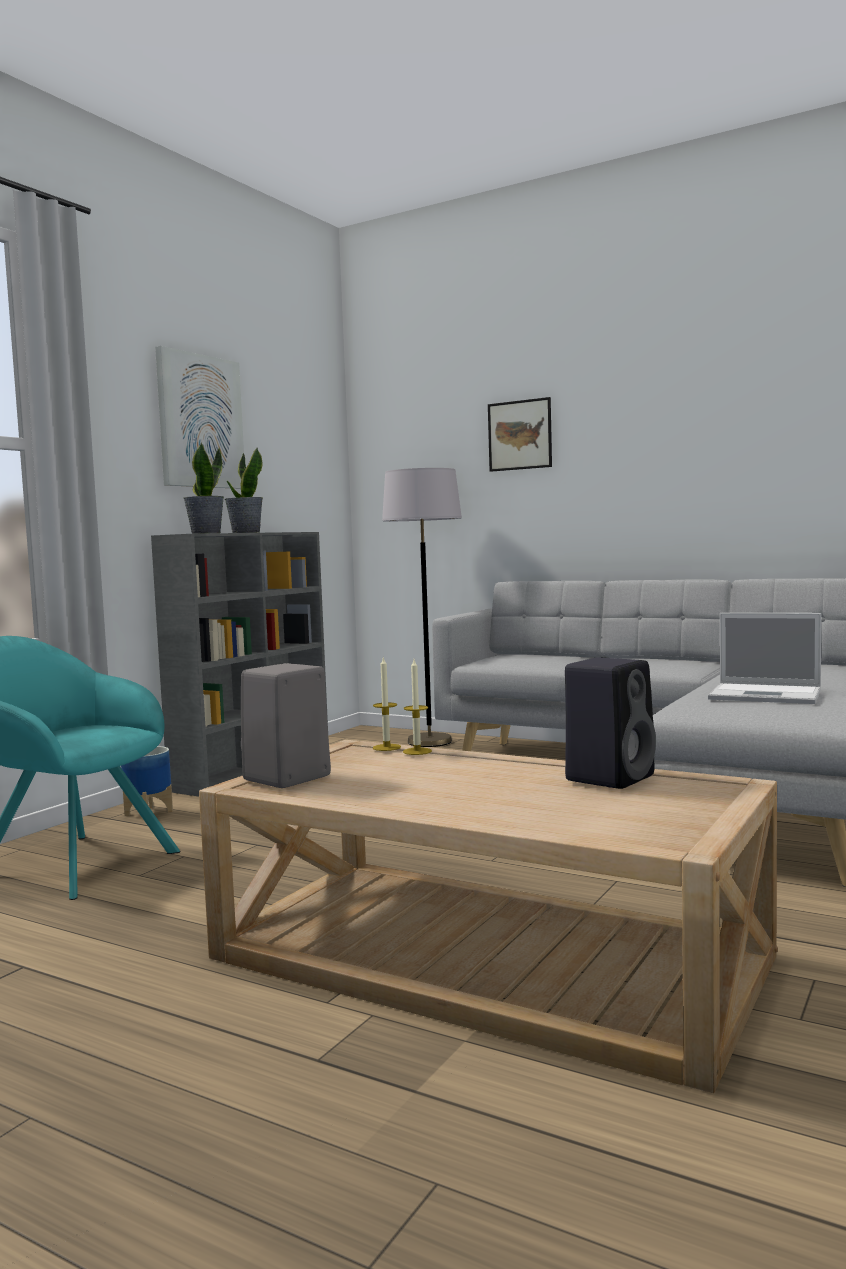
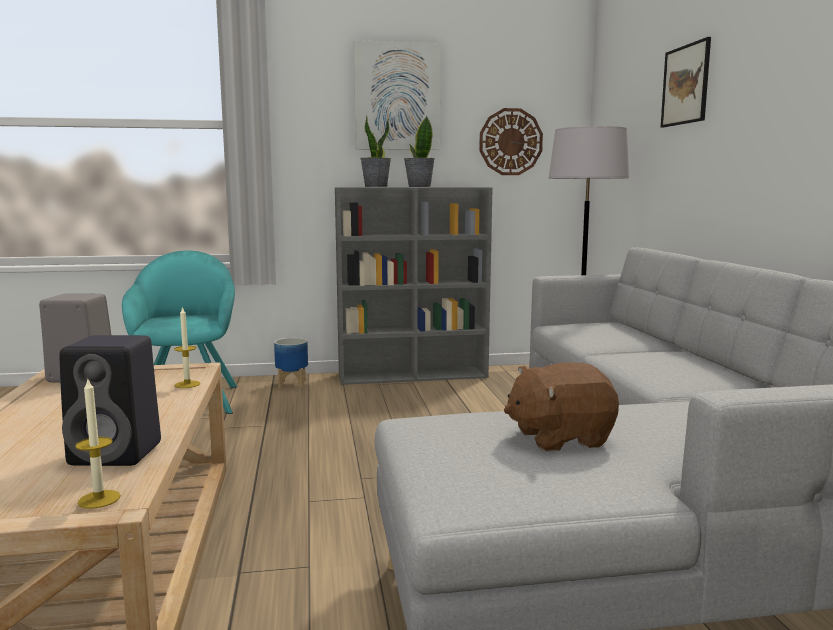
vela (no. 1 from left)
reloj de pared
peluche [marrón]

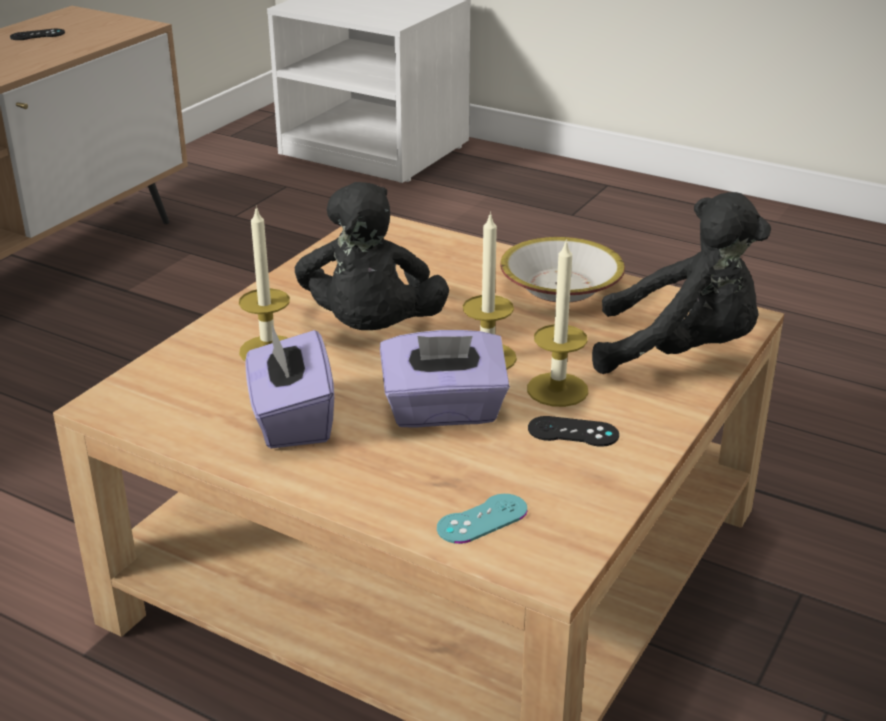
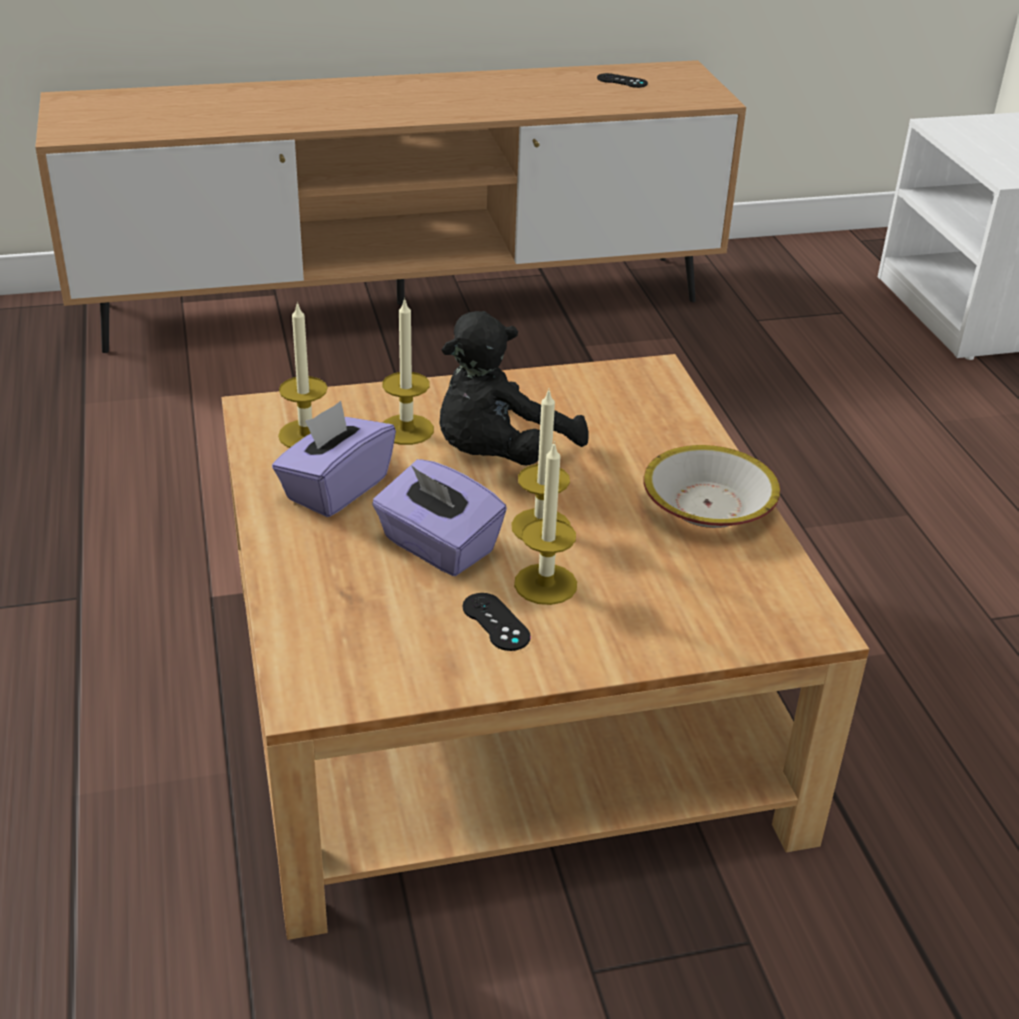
vela (no. 1 from left)
mando de consola [turquesa]
peluche [negro] (no. 2 from left in the first image)

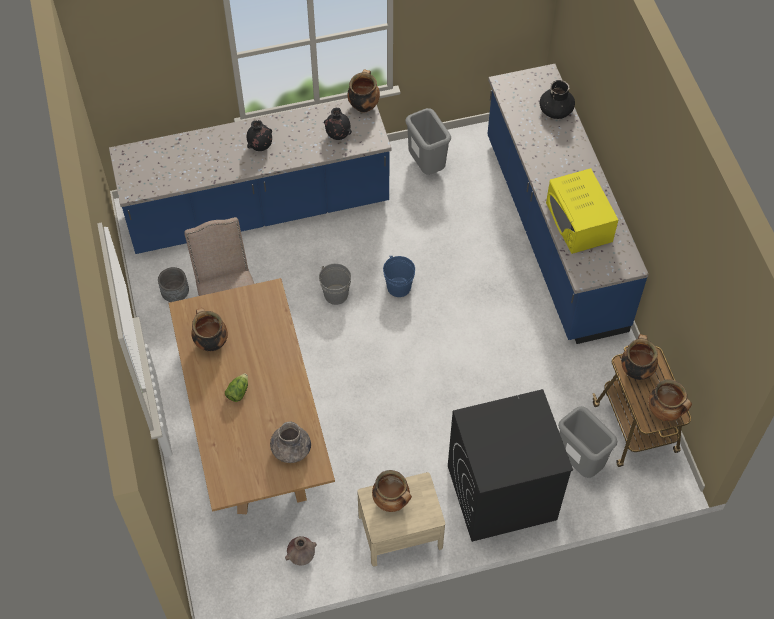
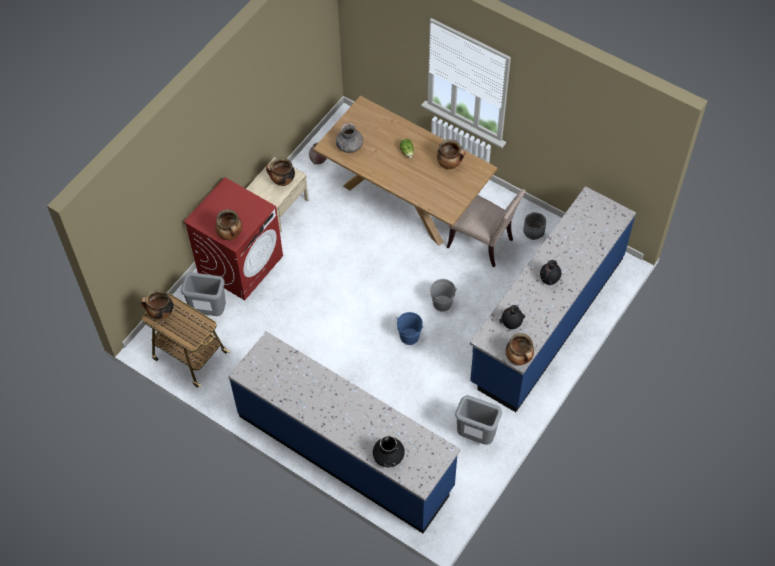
lavadora [rojo]
olla (no. 2 from left)
microondas [amarillo]

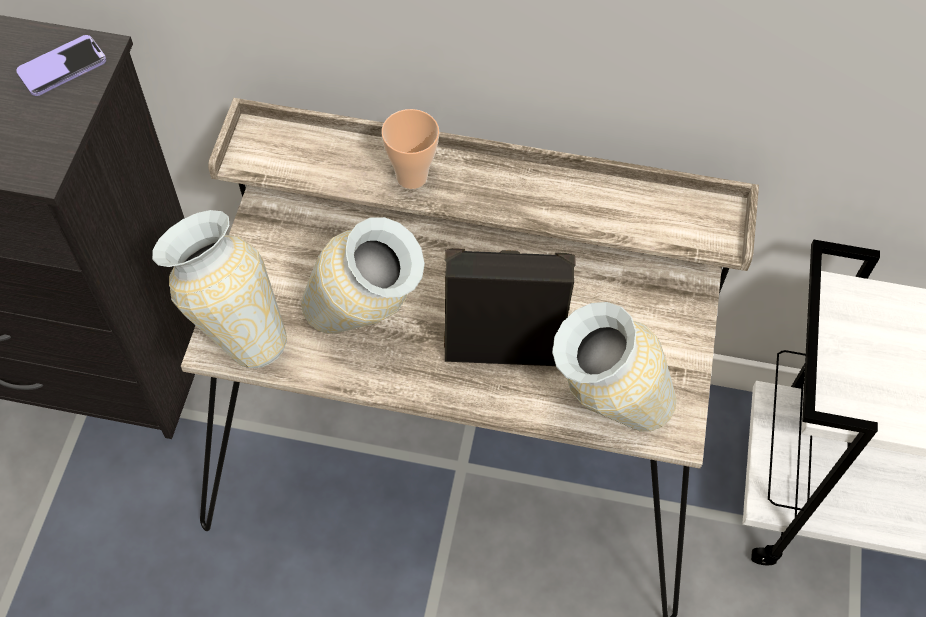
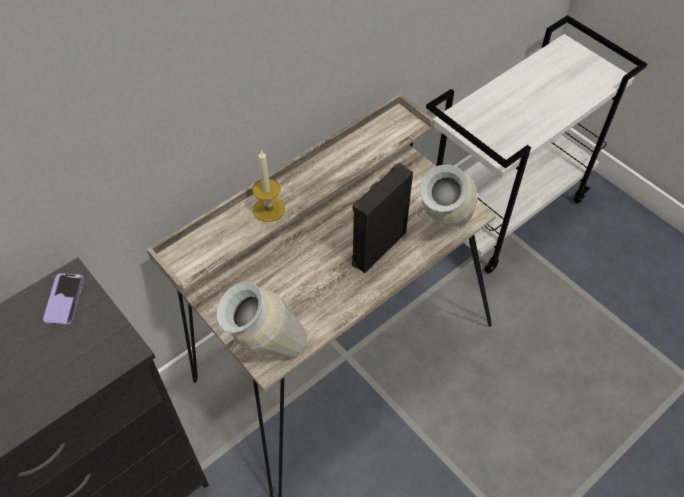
vela
florero (no. 2 from left in the first image)

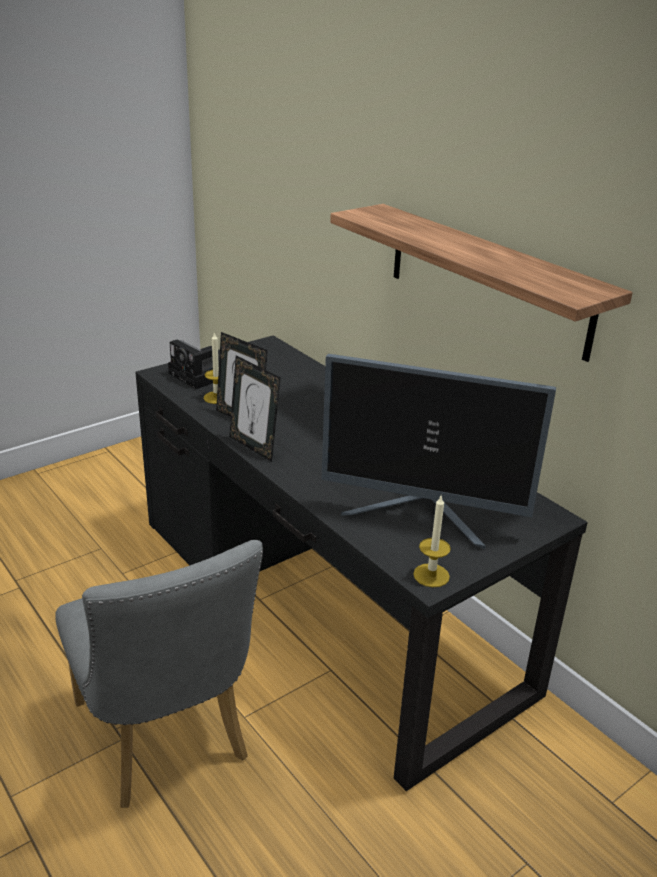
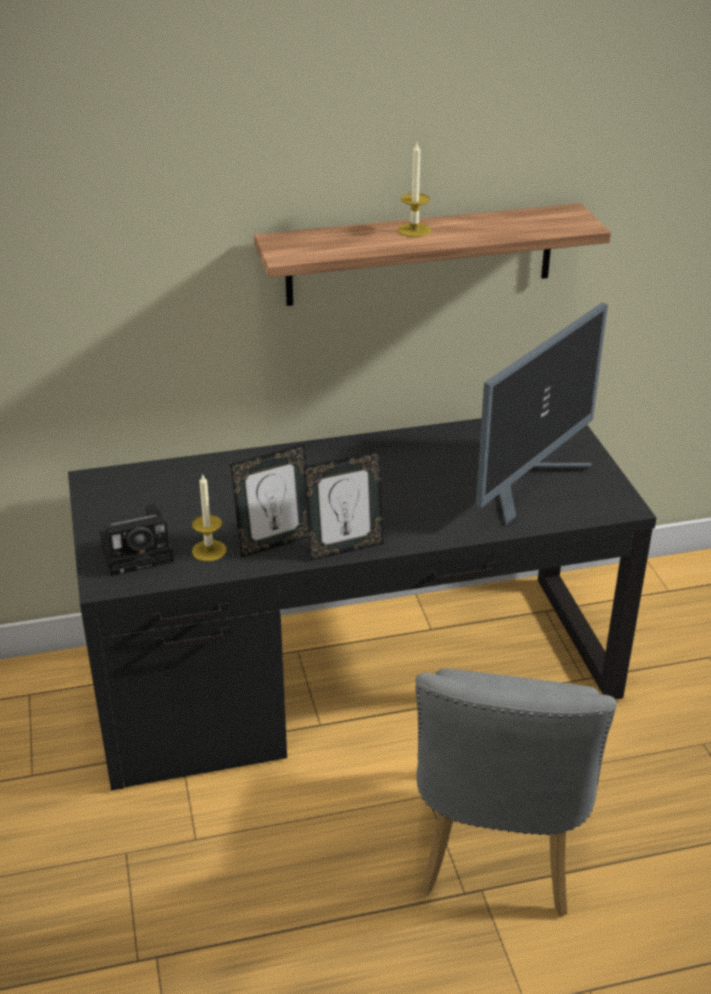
vela (no. 2 from left)
silla [gris]

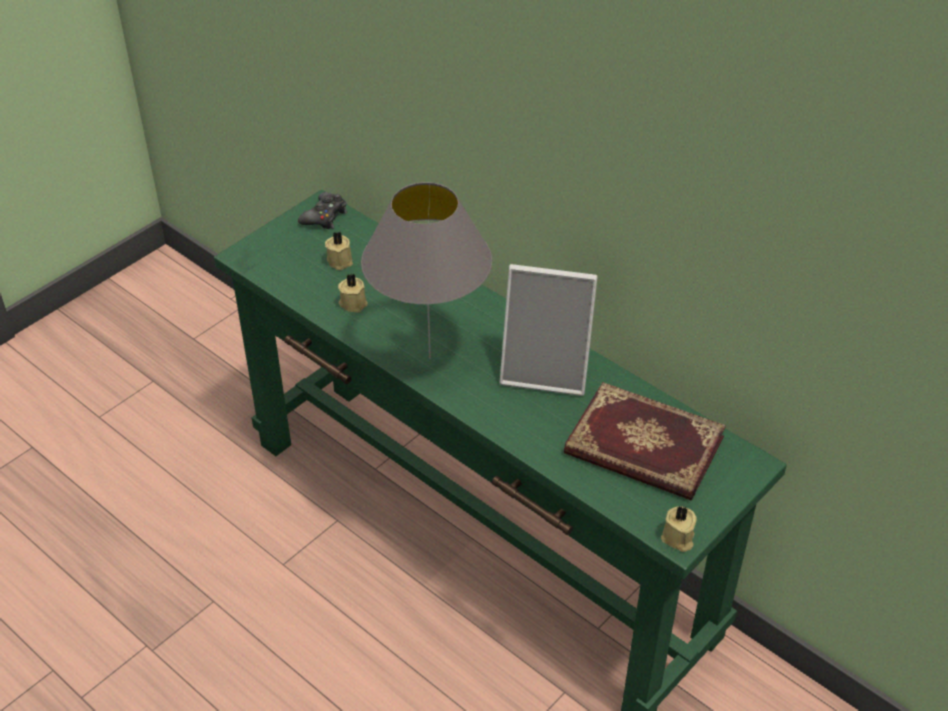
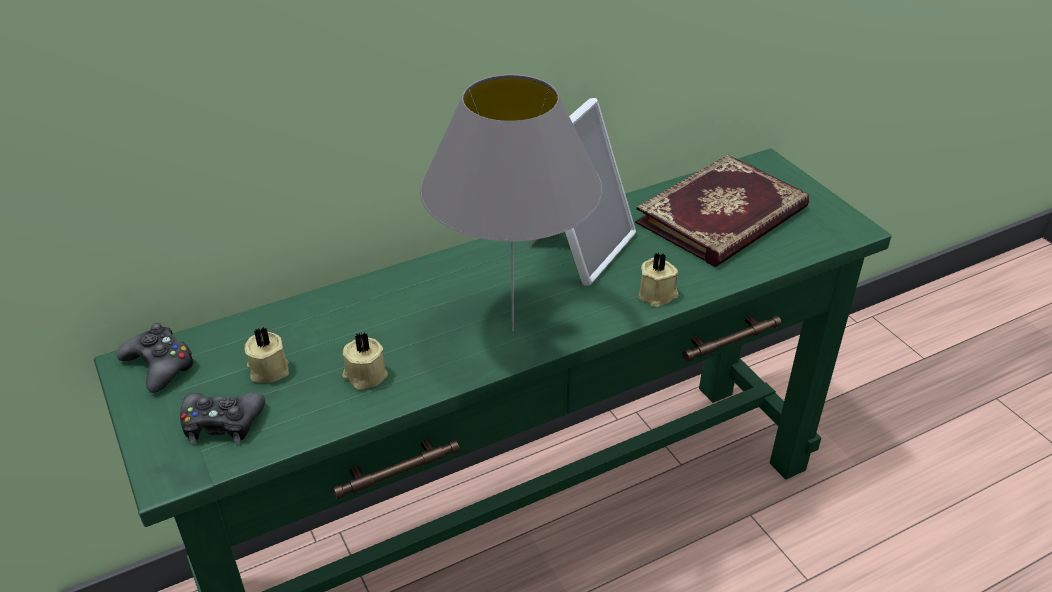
mando de consola [negro] (no. 2 from left)
vela [beis] (no. 3 from left)

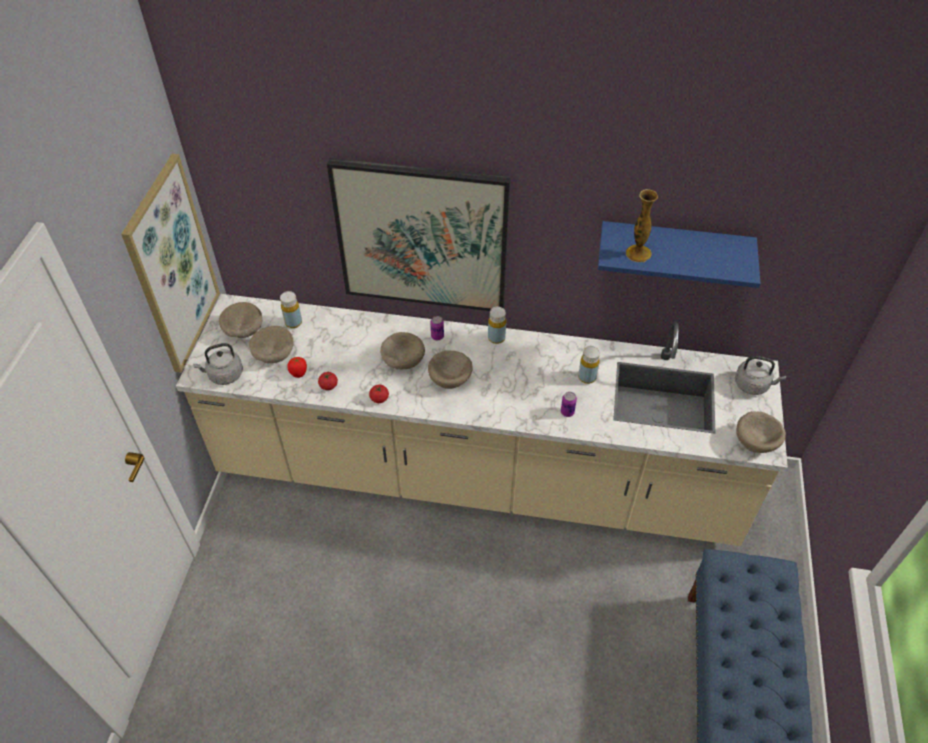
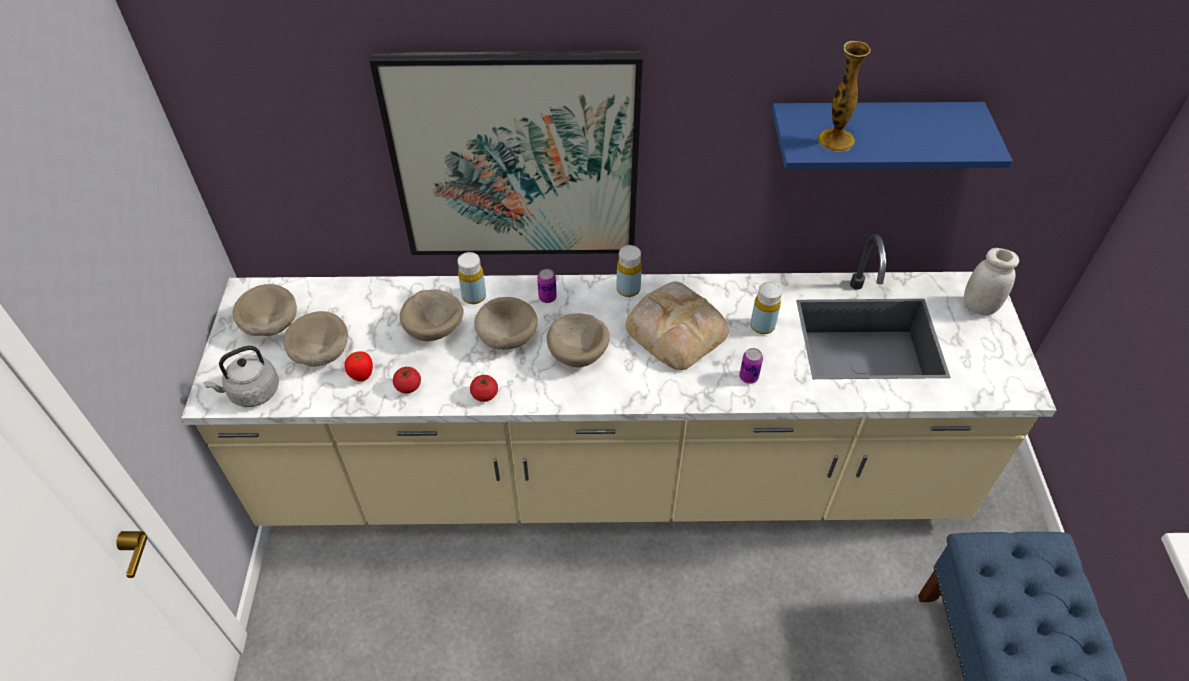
cuenco [beis] (no. 3 from left)
botella [amarillo] (no. 1 from left)
pan
tarro [blanco]
cuadro (no. 1 from left in the first image)

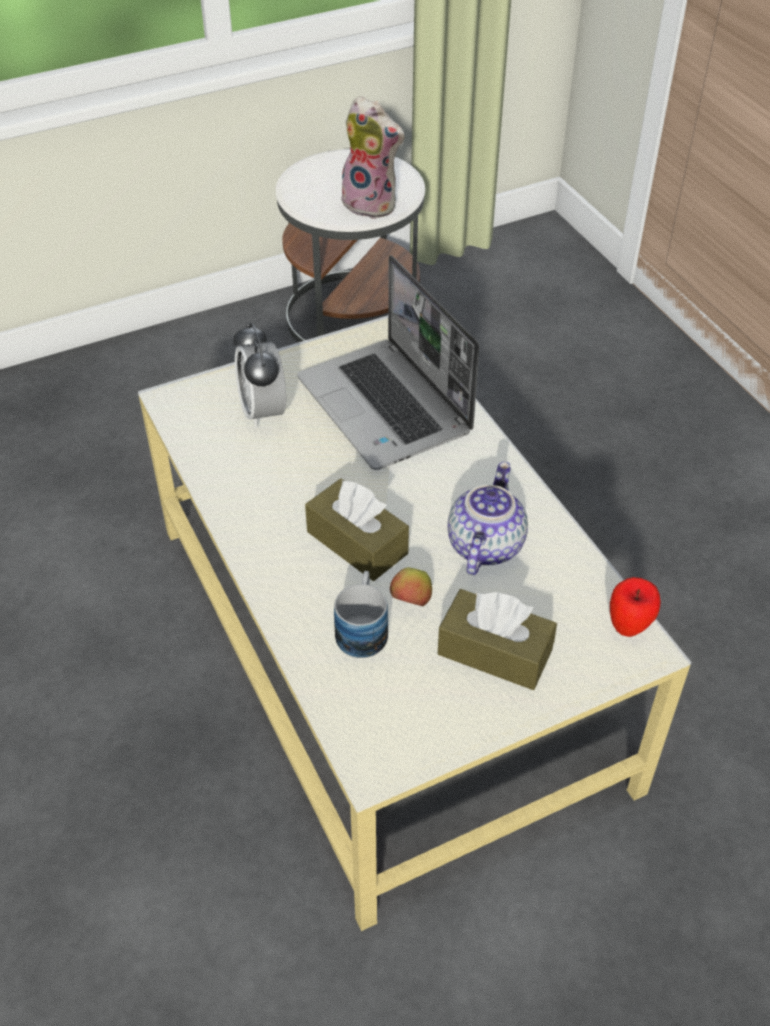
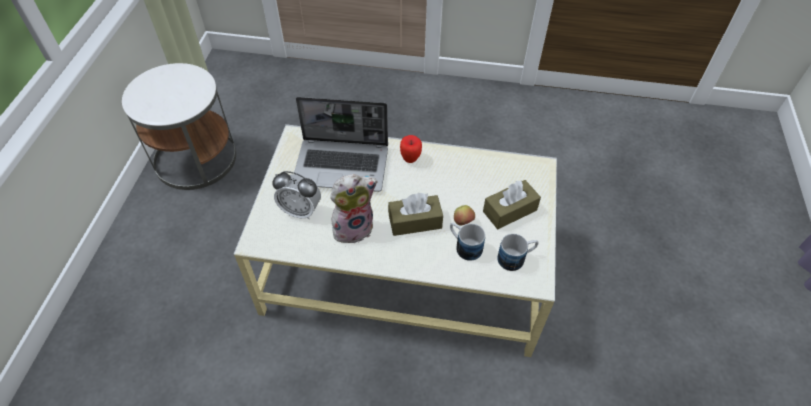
peluche
manzana (no. 1 from left)
taza grande (no. 2 from left)
tetera

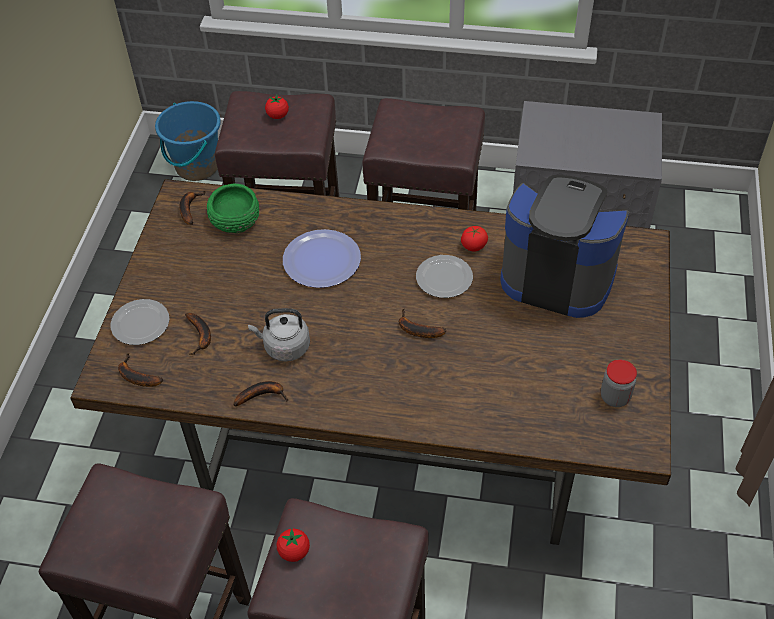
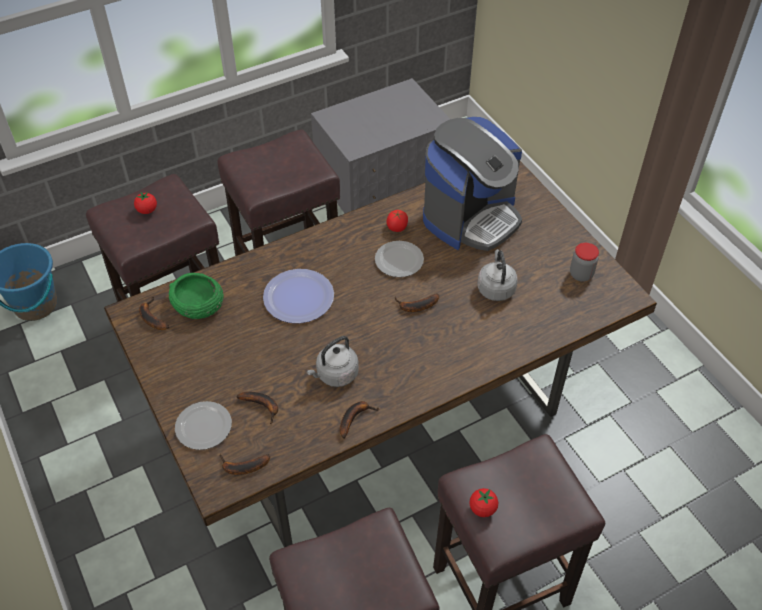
cafetera
hervidor [gris] (no. 2 from left)

